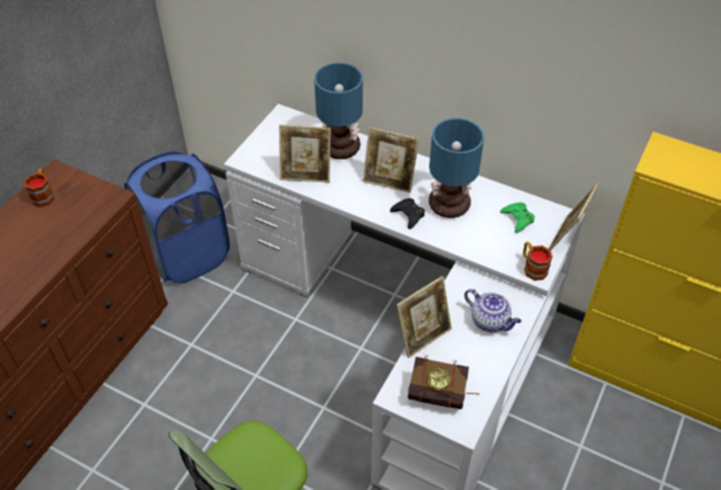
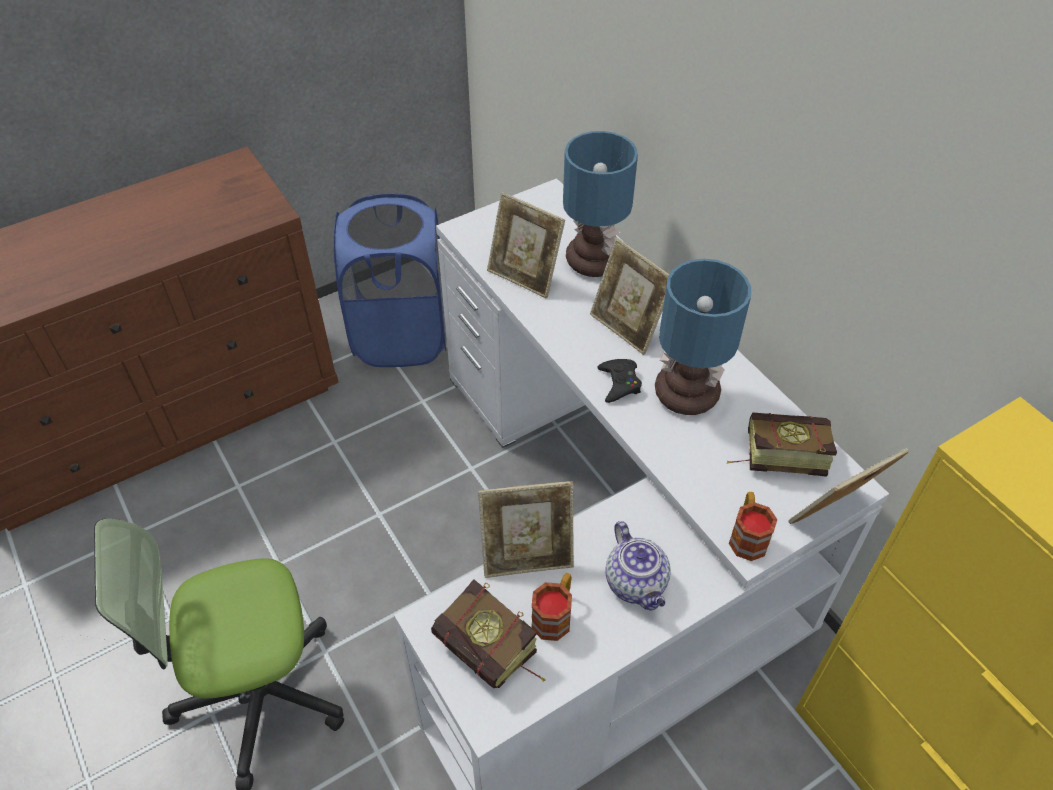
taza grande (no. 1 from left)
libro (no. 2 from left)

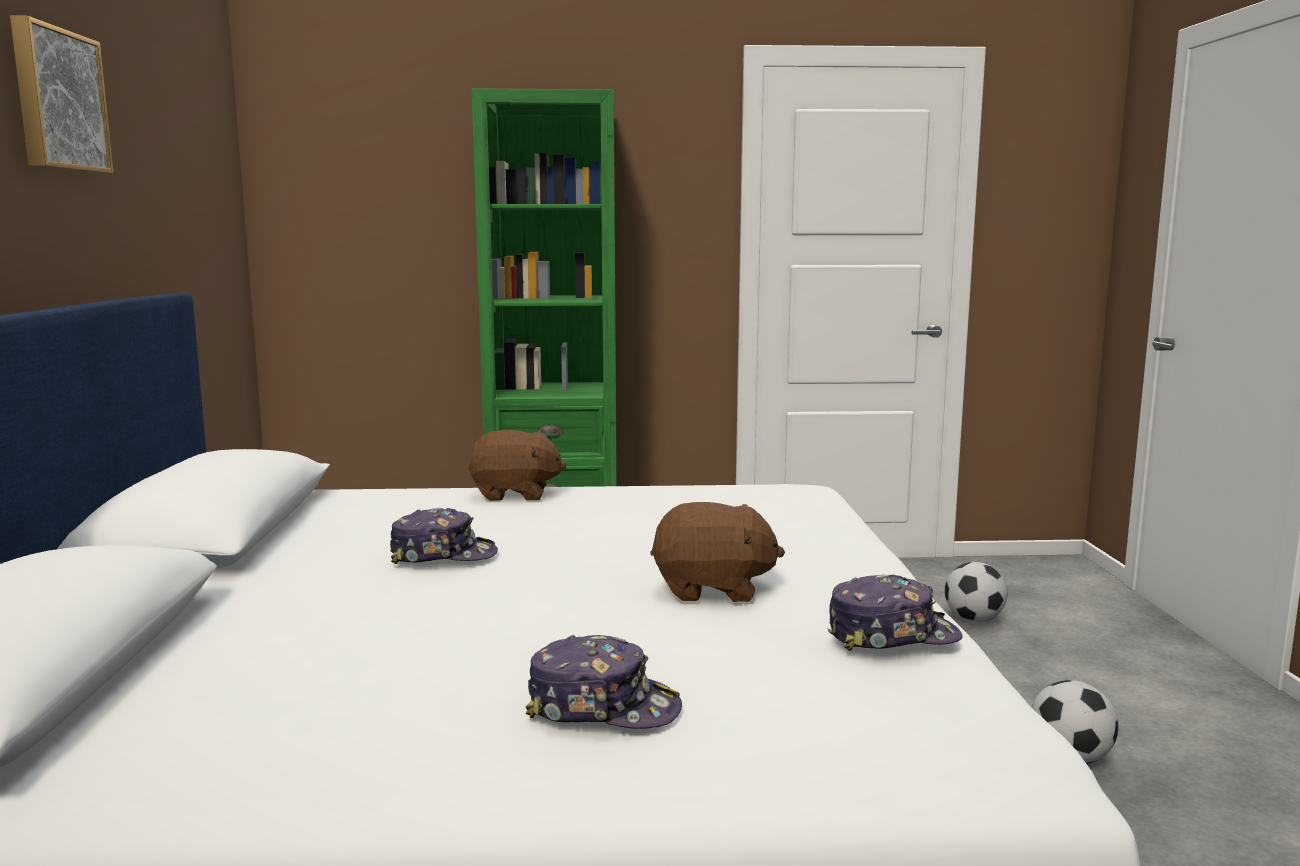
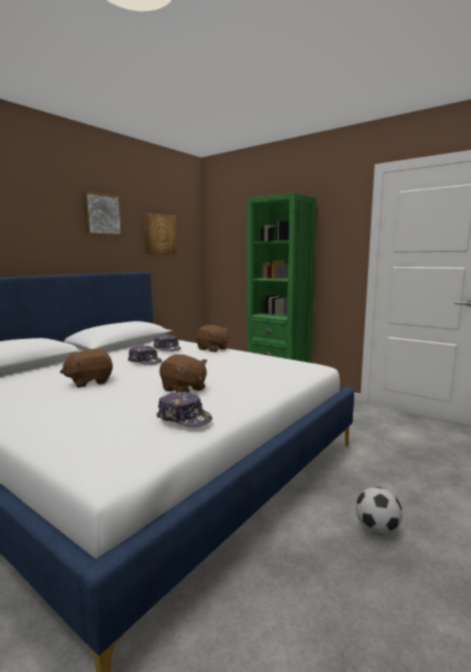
peluche [marrón] (no. 1 from left)
cuadro (no. 2 from left)
gorra (no. 2 from left)
balón de fútbol (no. 1 from left in the first image)

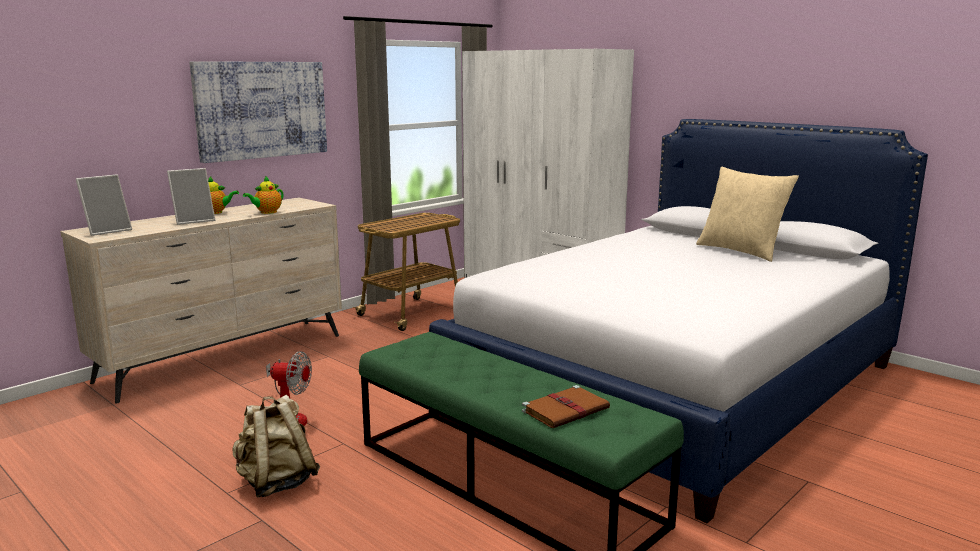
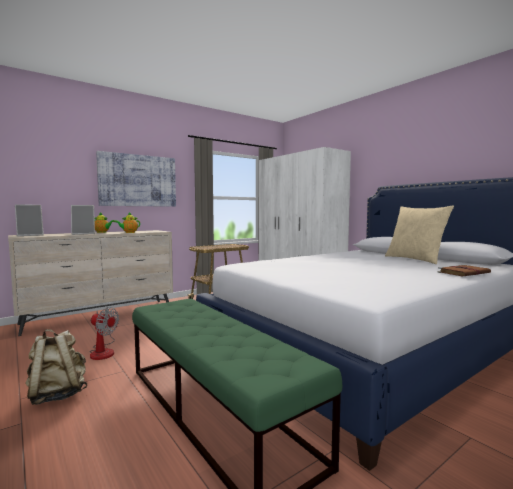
libro [marrón]

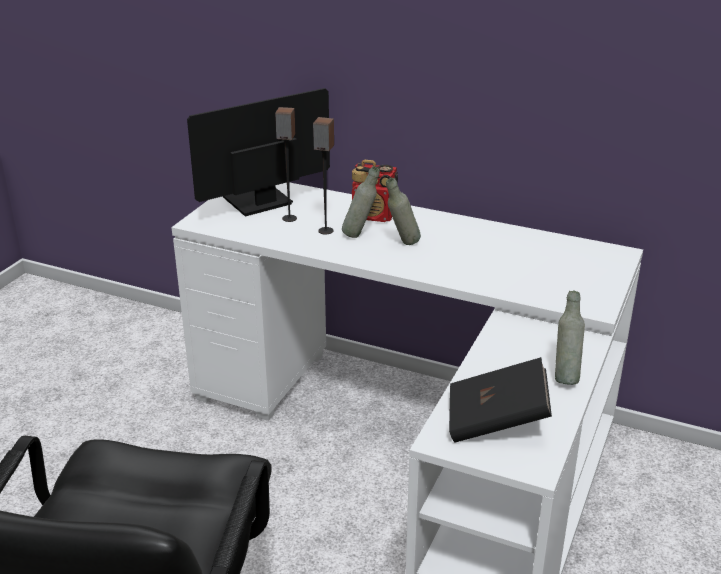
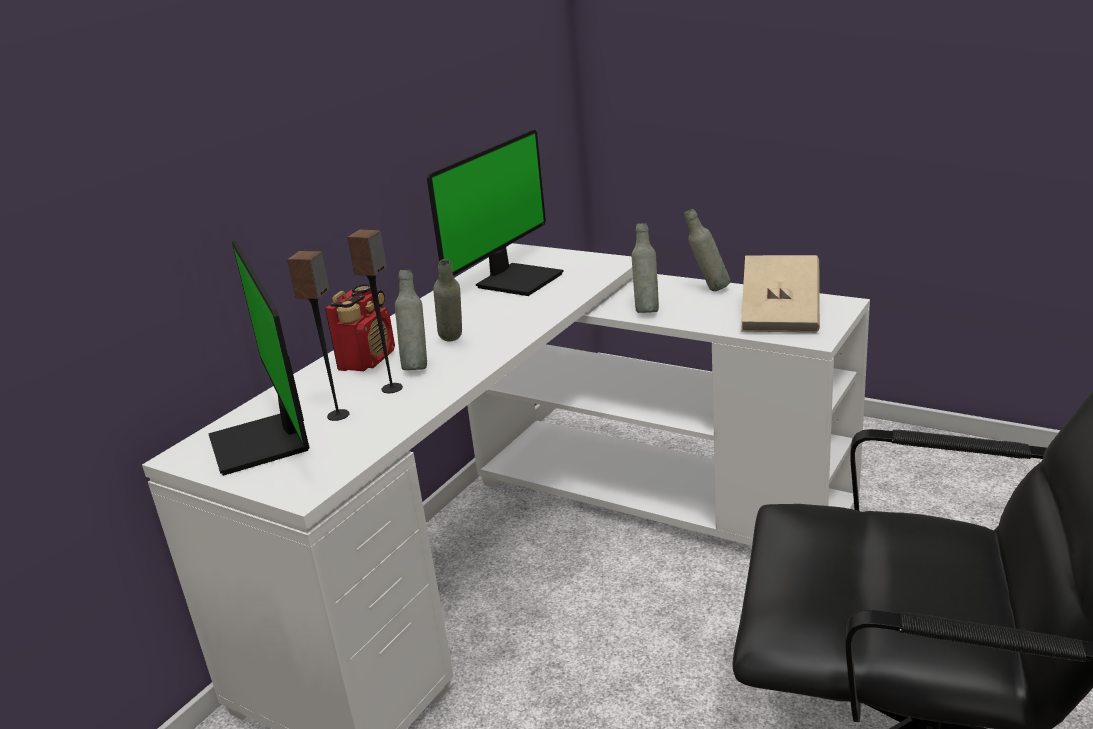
monitor (no. 2 from left)
botella [gris] (no. 3 from left)
libro [beis]

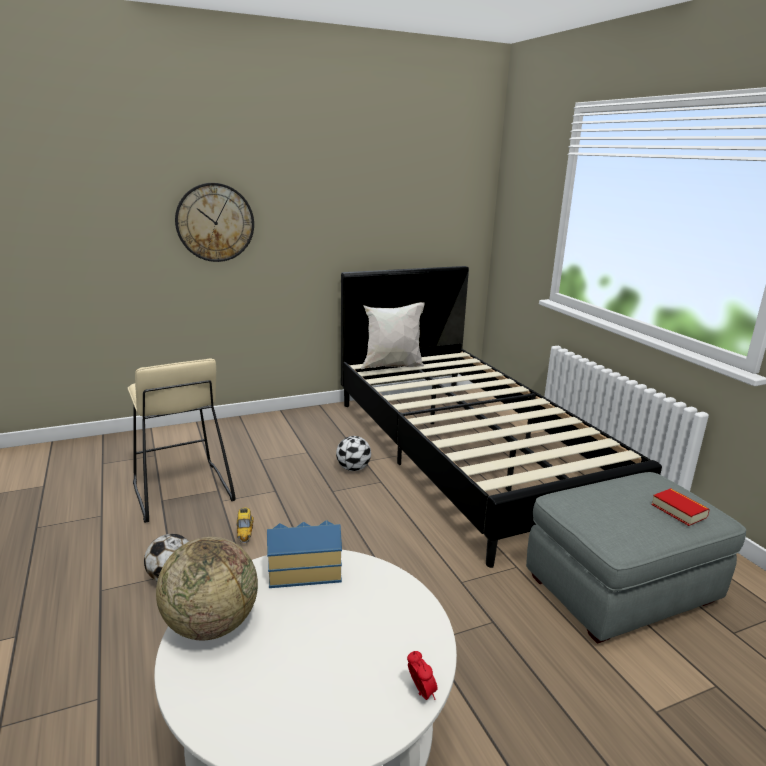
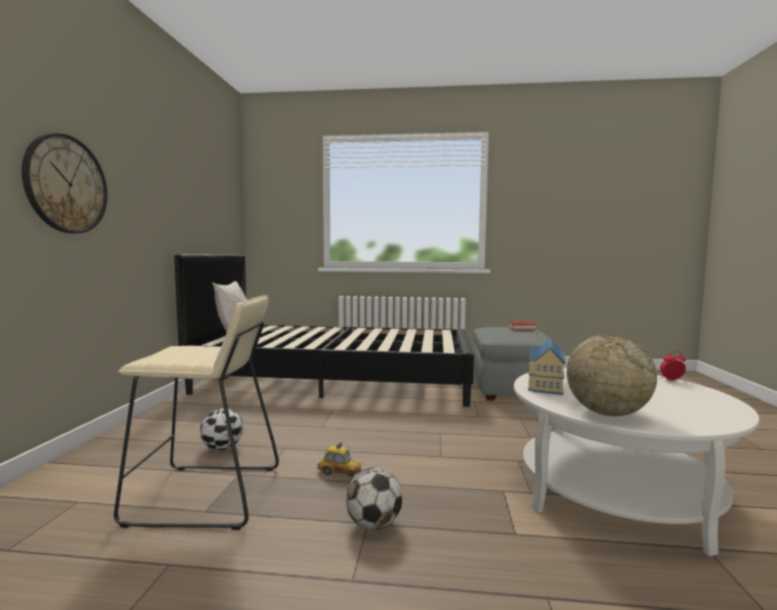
balón de fútbol (no. 1 from left)

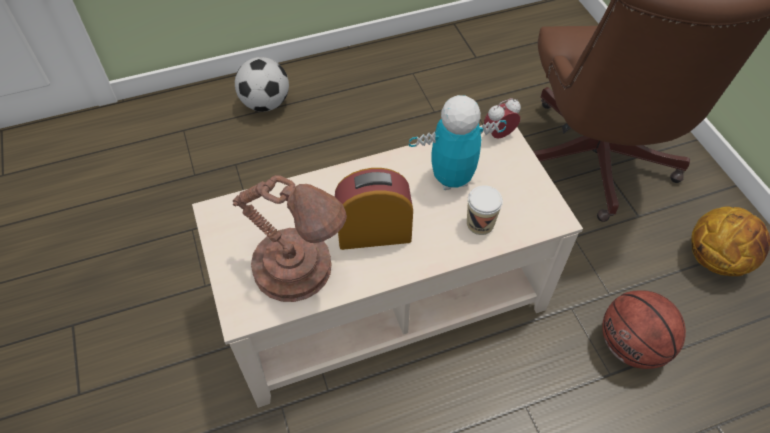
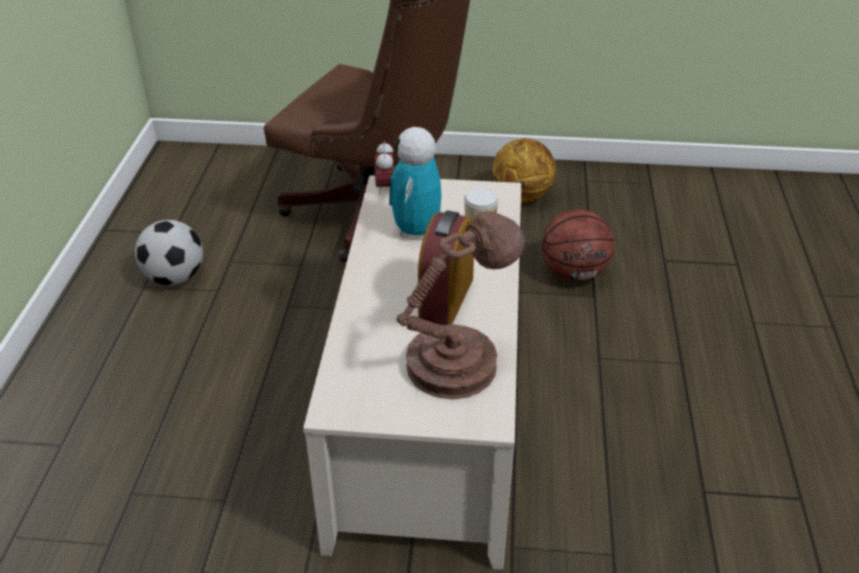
balón de fútbol

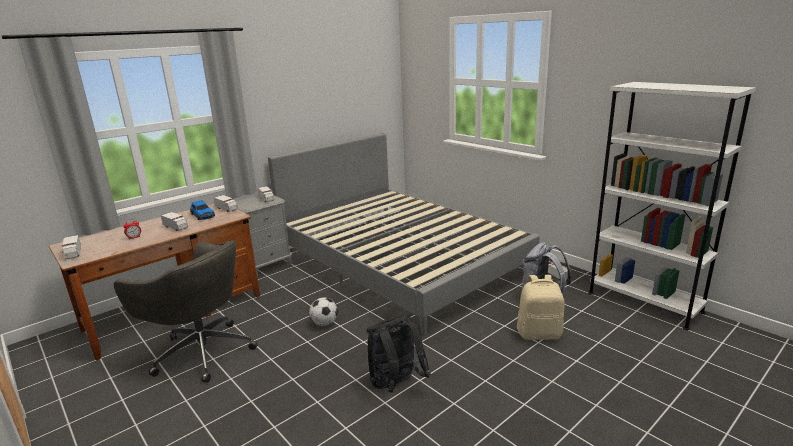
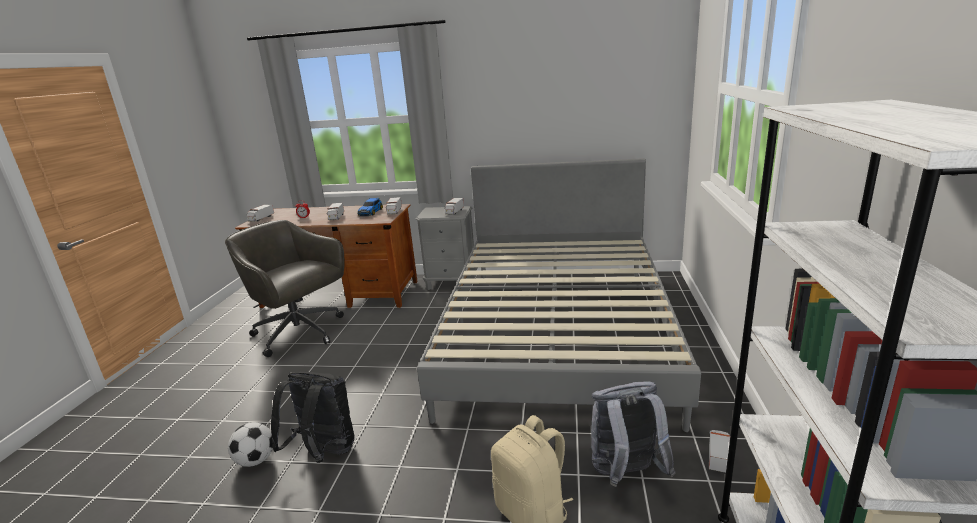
silla de oficina [gris]
balón de fútbol

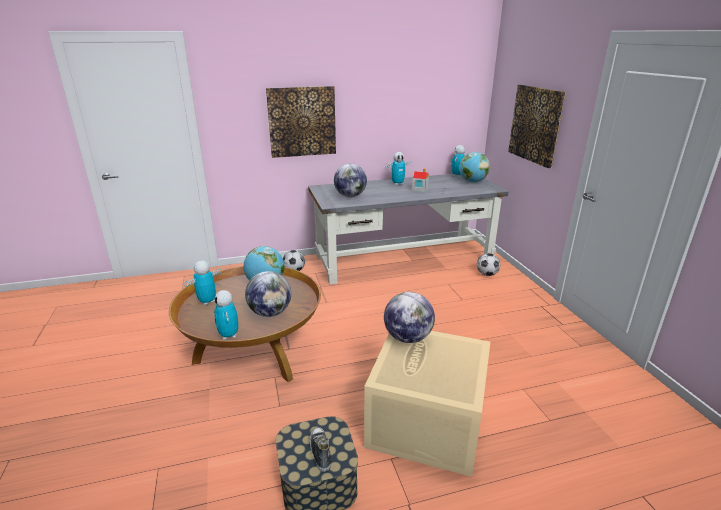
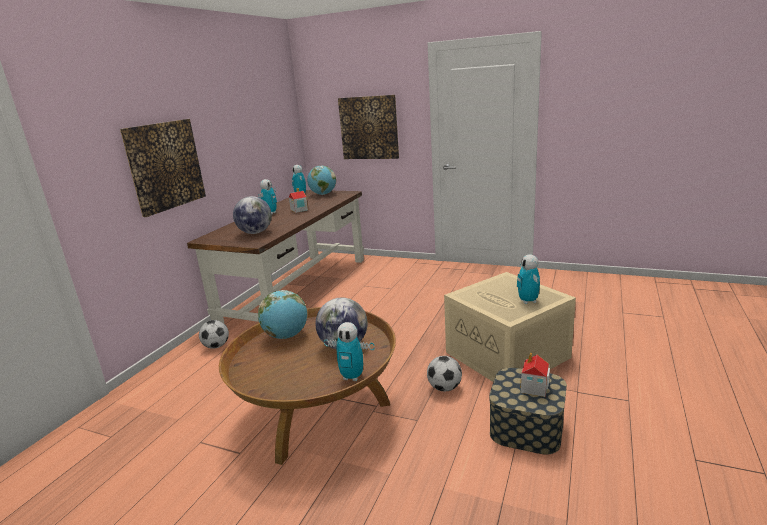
escritorio [marrón]
balón de fútbol (no. 2 from left)
robot de juguete (no. 4 from left)
casita (no. 2 from left)
globo terráqueo (no. 4 from left in the first image)

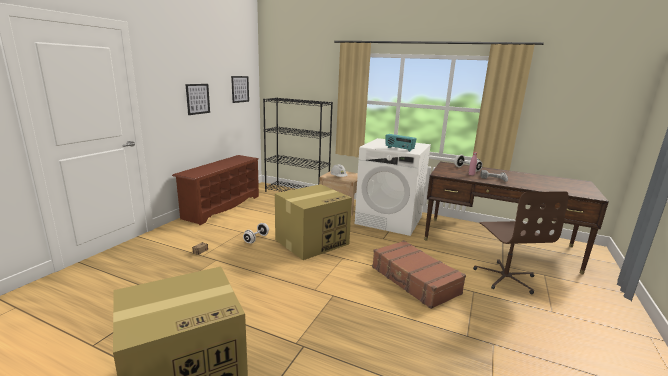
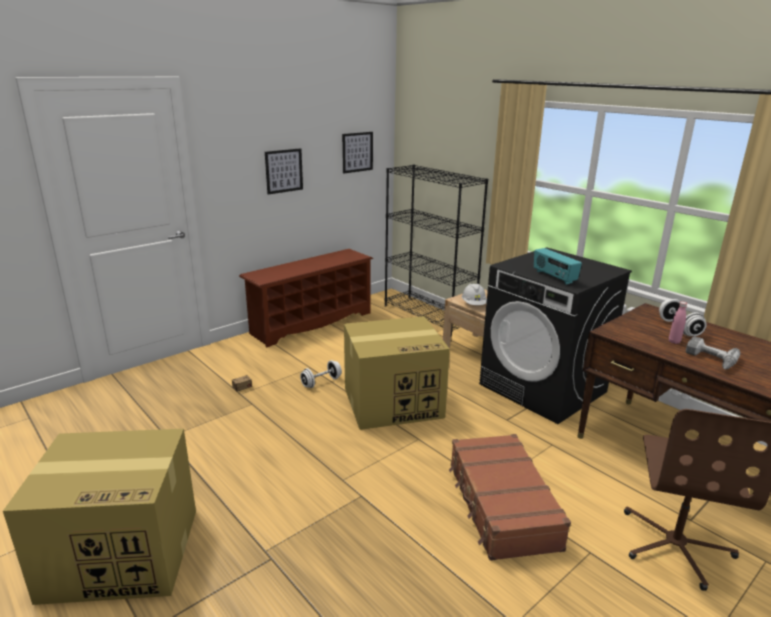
lavadora [negro]

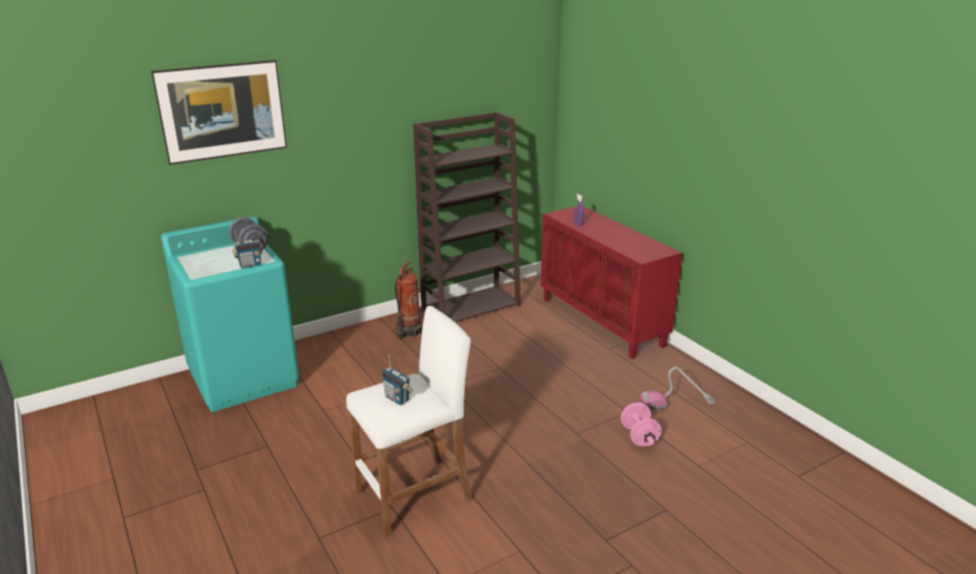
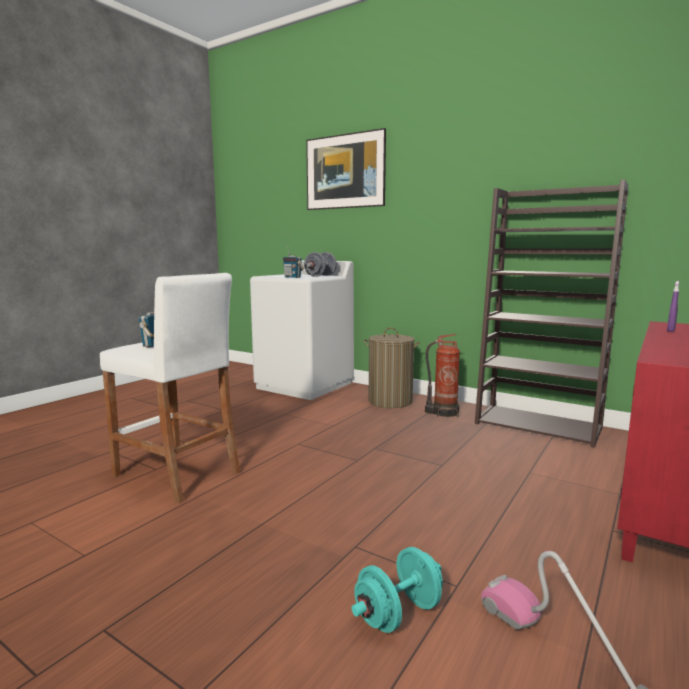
lavadora [blanco]
mancuerna [turquesa]
cesto de la ropa

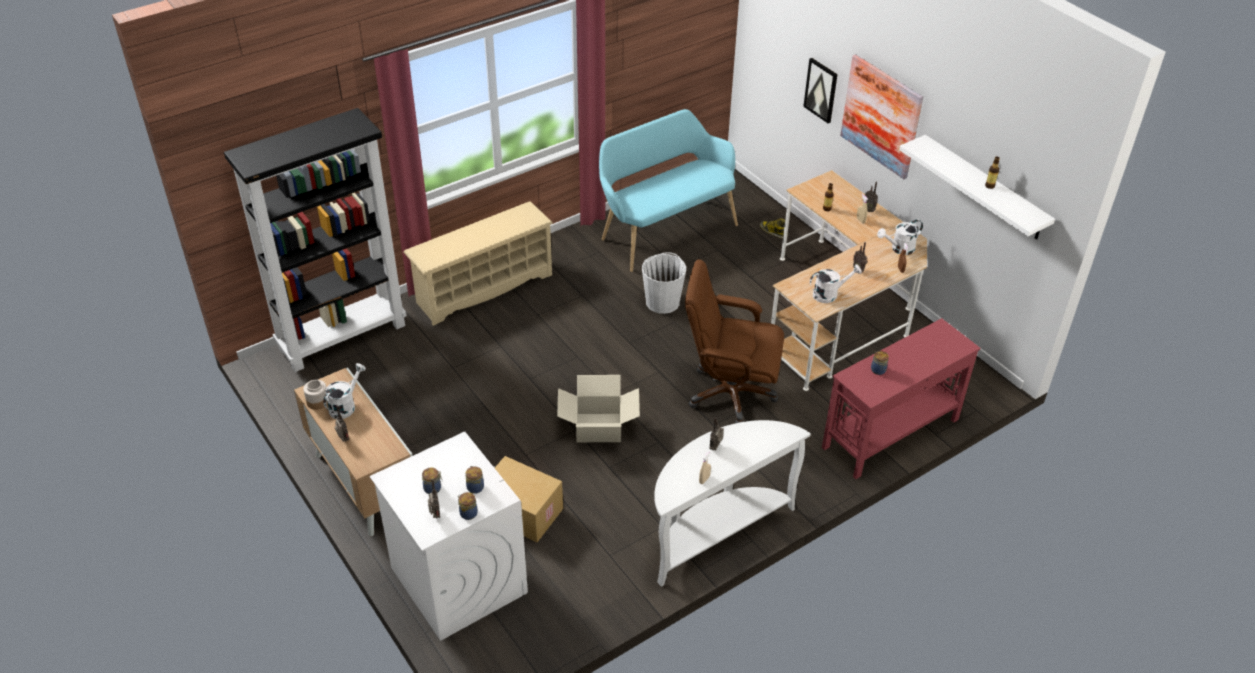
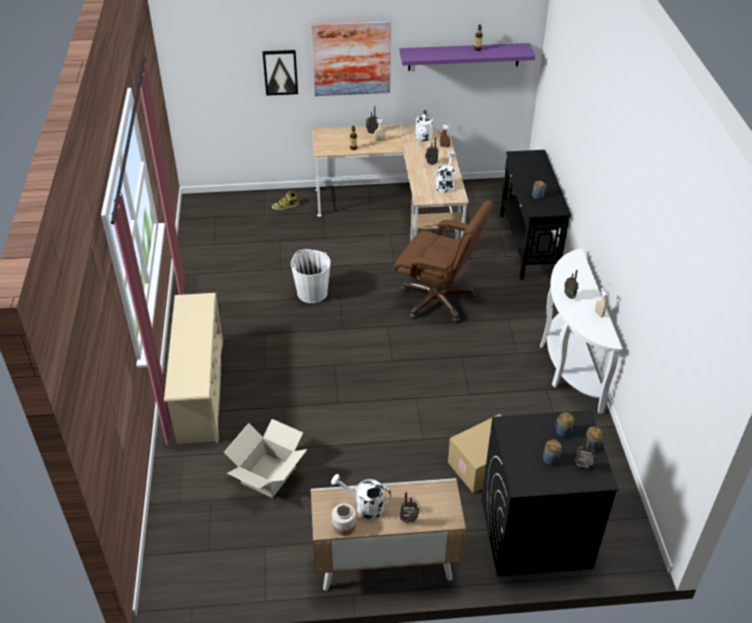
caja de cartón (no. 1 from left)
regadera [blanco] (no. 1 from left)
silla de oficina [marrón]
estante [morado]
lavadora [negro]
mesa consola [negro]
estantería [negro]
banco [turquesa]

